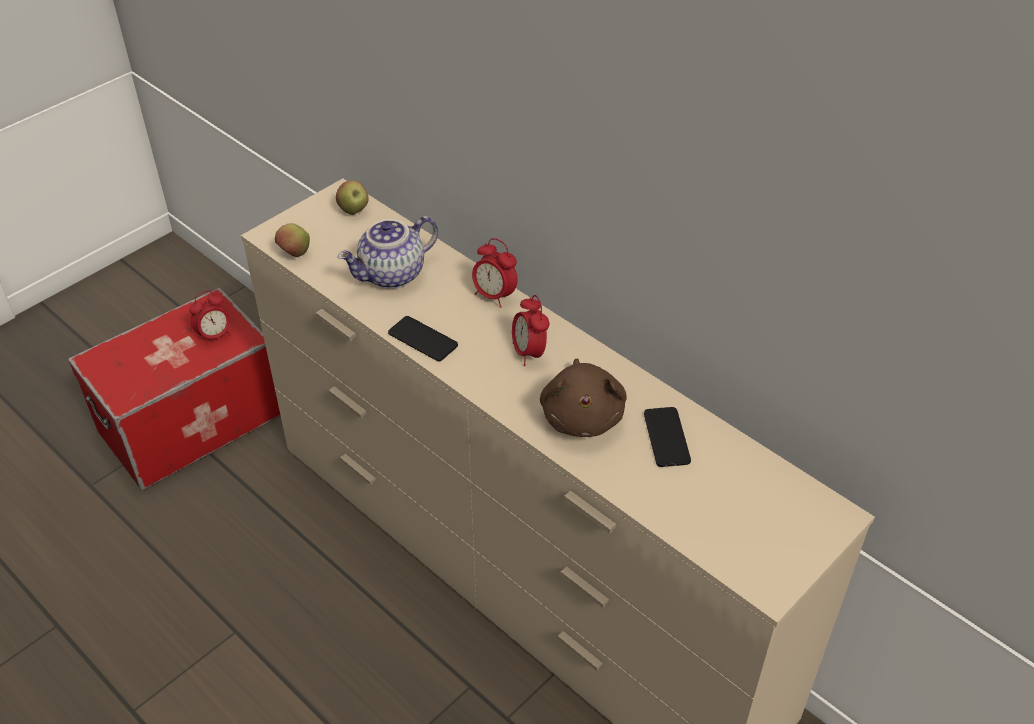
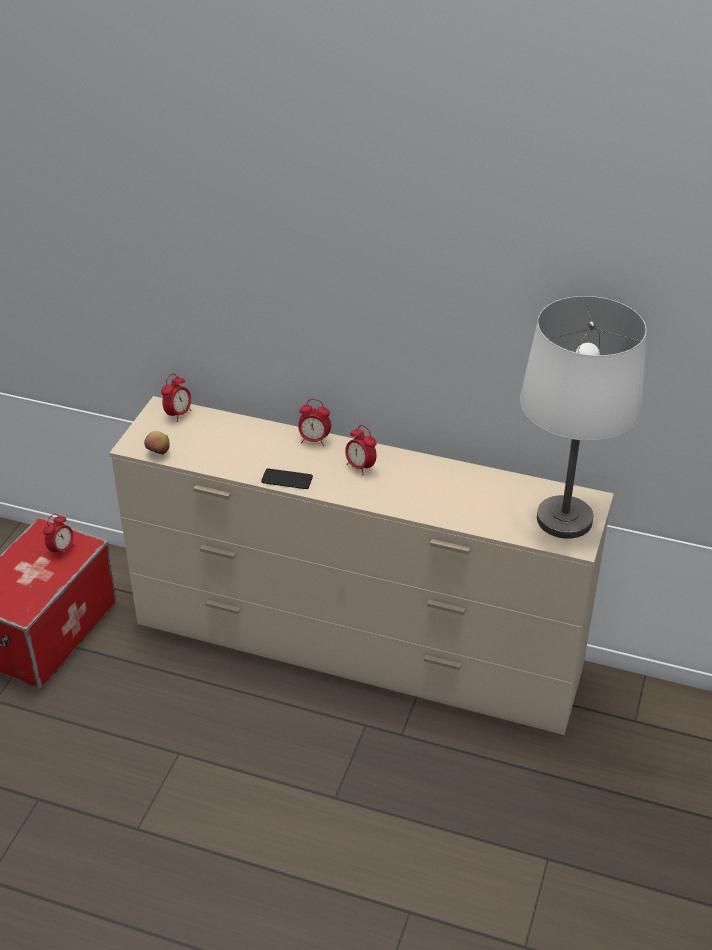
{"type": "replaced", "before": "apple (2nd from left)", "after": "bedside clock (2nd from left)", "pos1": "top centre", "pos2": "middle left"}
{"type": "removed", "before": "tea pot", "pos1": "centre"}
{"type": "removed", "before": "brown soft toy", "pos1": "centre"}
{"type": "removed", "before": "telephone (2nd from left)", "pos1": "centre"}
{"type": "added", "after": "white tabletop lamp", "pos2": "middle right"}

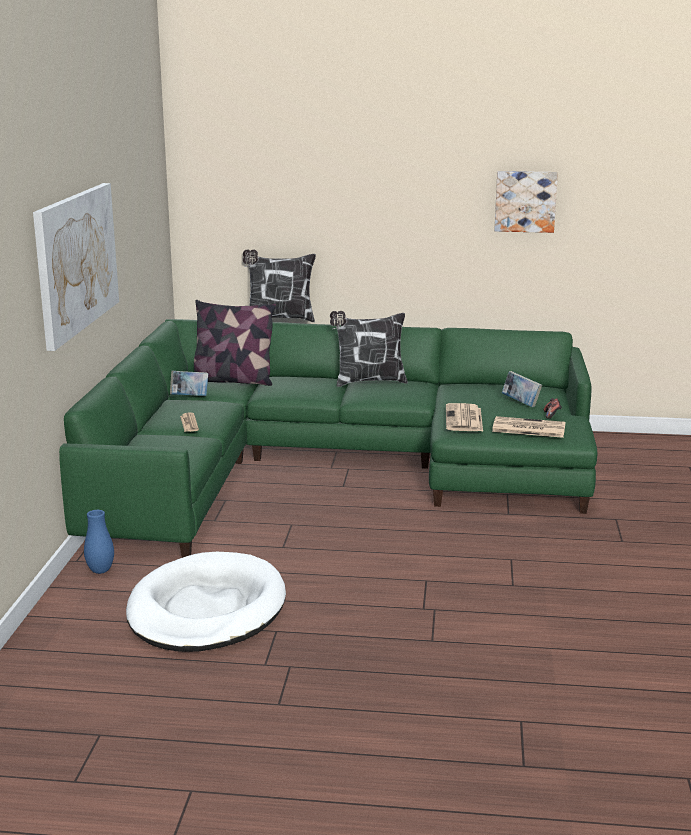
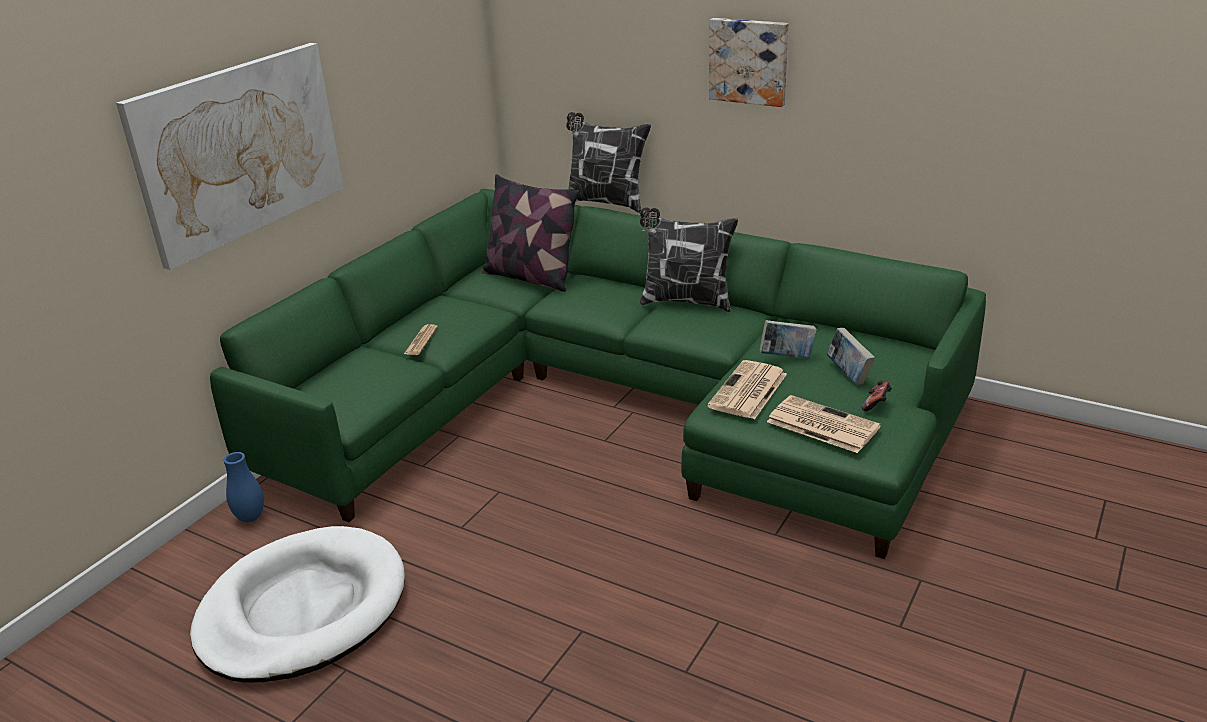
{"type": "moved", "before": "picture (2nd from left)", "pos1": "top right", "pos2": "top centre"}
{"type": "moved", "before": "book (1st from left)", "pos1": "middle left", "pos2": "centre"}

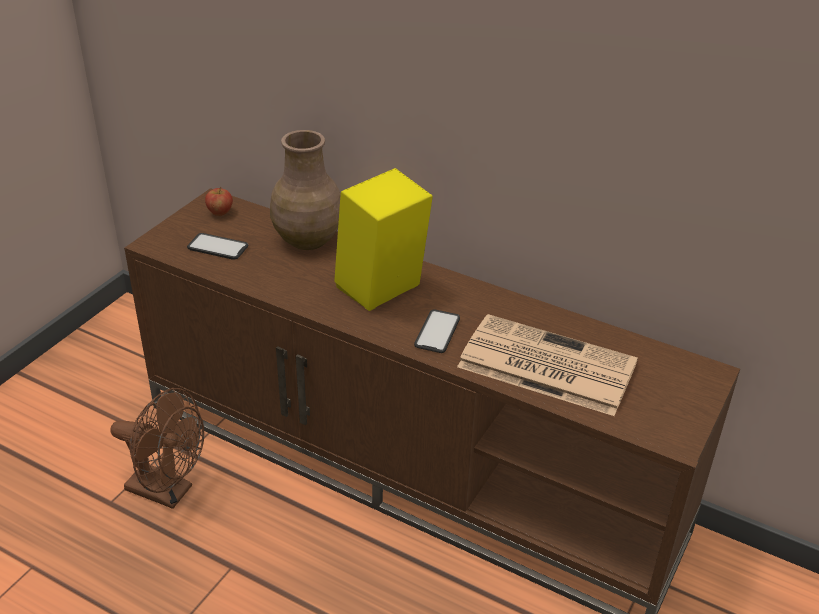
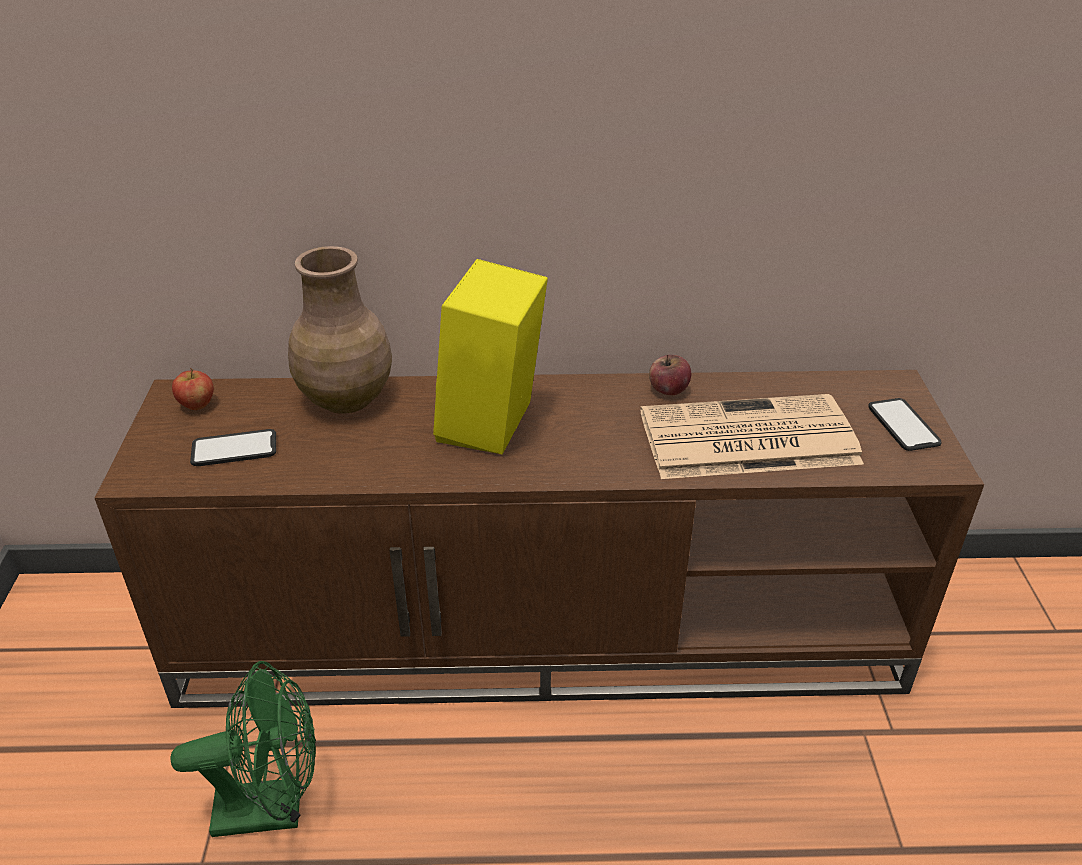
{"type": "moved", "before": "telephone (2nd from left)", "pos1": "centre", "pos2": "middle right"}
{"type": "recoloured", "before": "brown fan", "after": "green fan", "pos1": "bottom left", "pos2": "bottom left"}
{"type": "added", "after": "apple (2nd from left)", "pos2": "centre"}

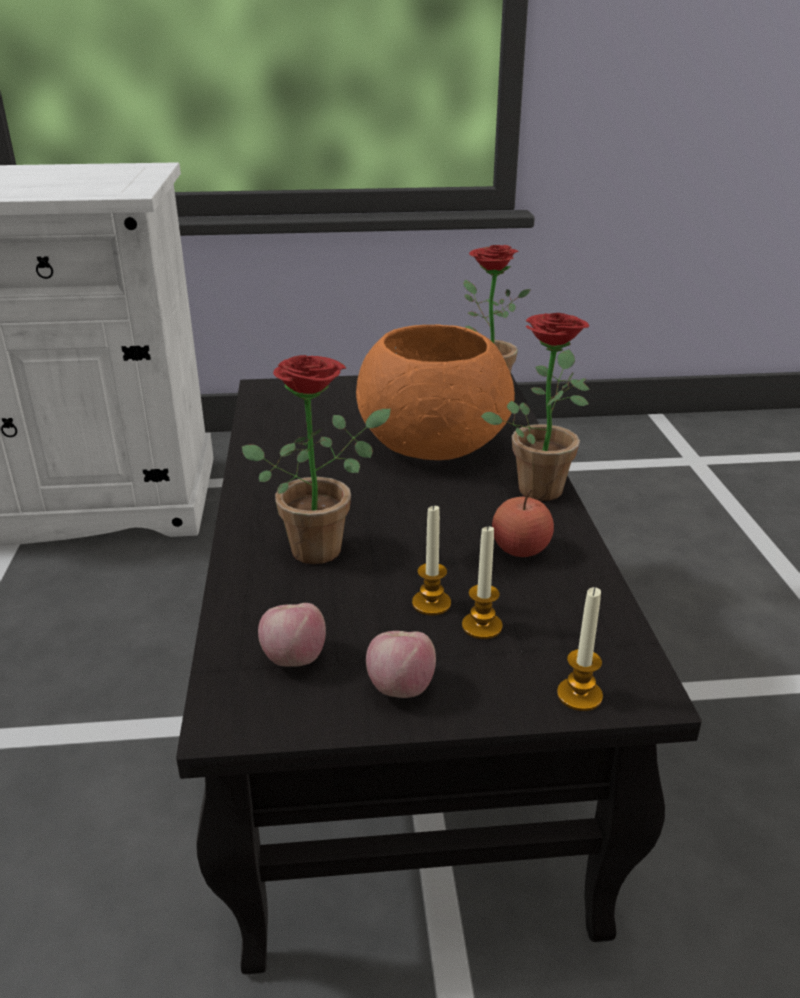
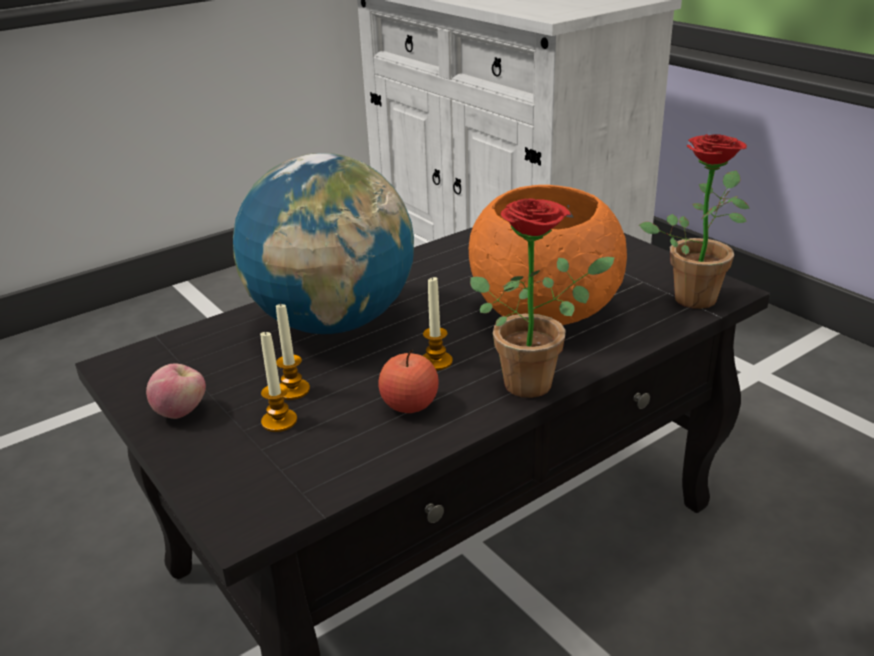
{"type": "replaced", "before": "plant in a pot (1st from left)", "after": "desk globe", "pos1": "centre", "pos2": "centre"}
{"type": "moved", "before": "wax light (3rd from left)", "pos1": "middle right", "pos2": "centre"}
{"type": "removed", "before": "apple (1st from left)", "pos1": "centre"}

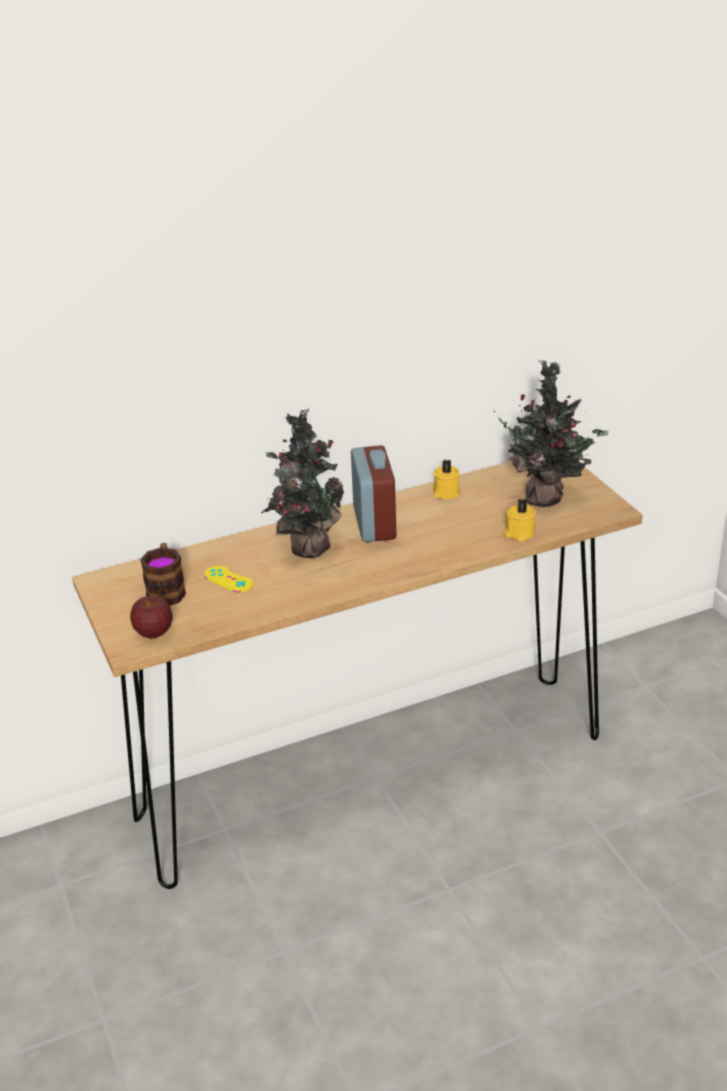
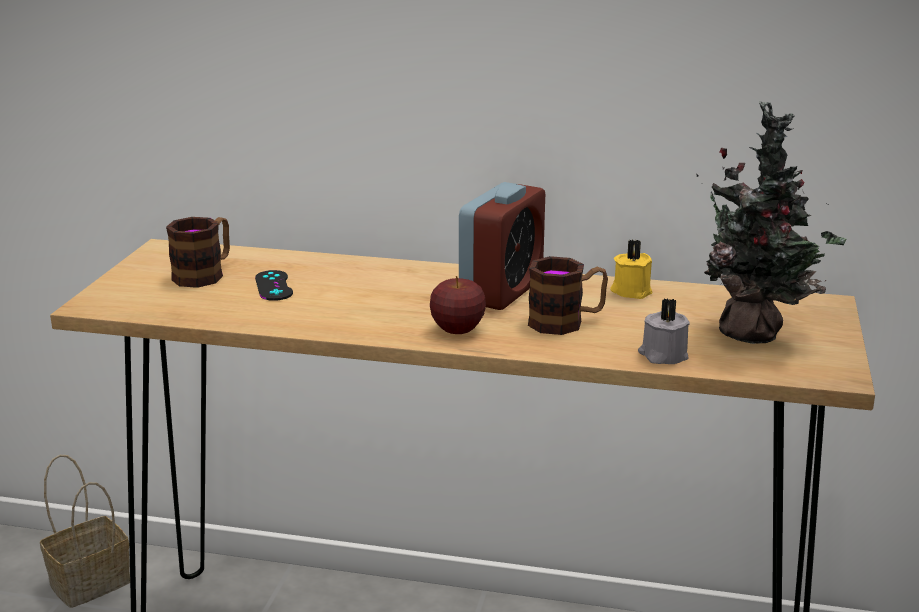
{"type": "removed", "before": "plant in a pot (1st from left)", "pos1": "centre"}
{"type": "recoloured", "before": "yellow wax light (2nd from left)", "after": "greyish wax light", "pos1": "middle right", "pos2": "middle right"}
{"type": "recoloured", "before": "yellow gamepad", "after": "black gamepad", "pos1": "middle left", "pos2": "middle left"}
{"type": "moved", "before": "apple", "pos1": "middle left", "pos2": "centre"}
{"type": "added", "after": "tea mug (2nd from left)", "pos2": "centre"}
{"type": "added", "after": "basket", "pos2": "bottom left"}

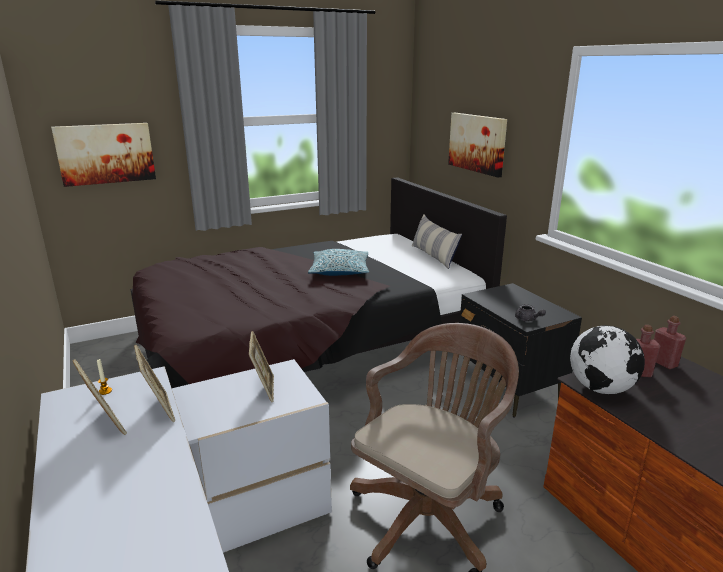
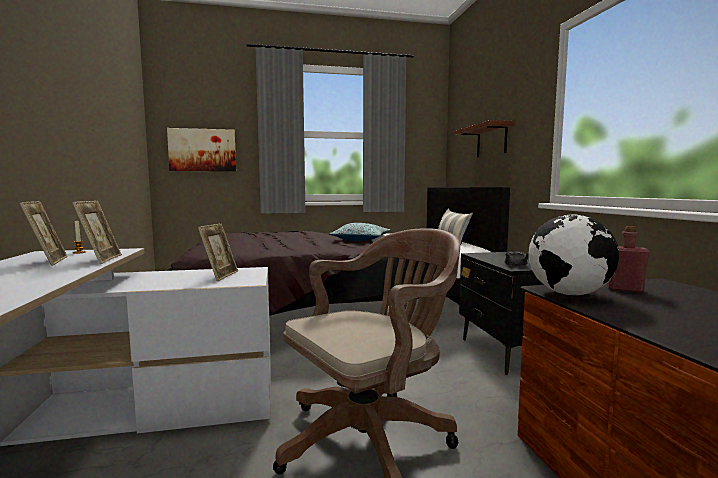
{"type": "replaced", "before": "picture (2nd from left)", "after": "brown bracket shelf", "pos1": "top centre", "pos2": "top right"}
{"type": "removed", "before": "reddish drink bottle (2nd from left)", "pos1": "middle right"}

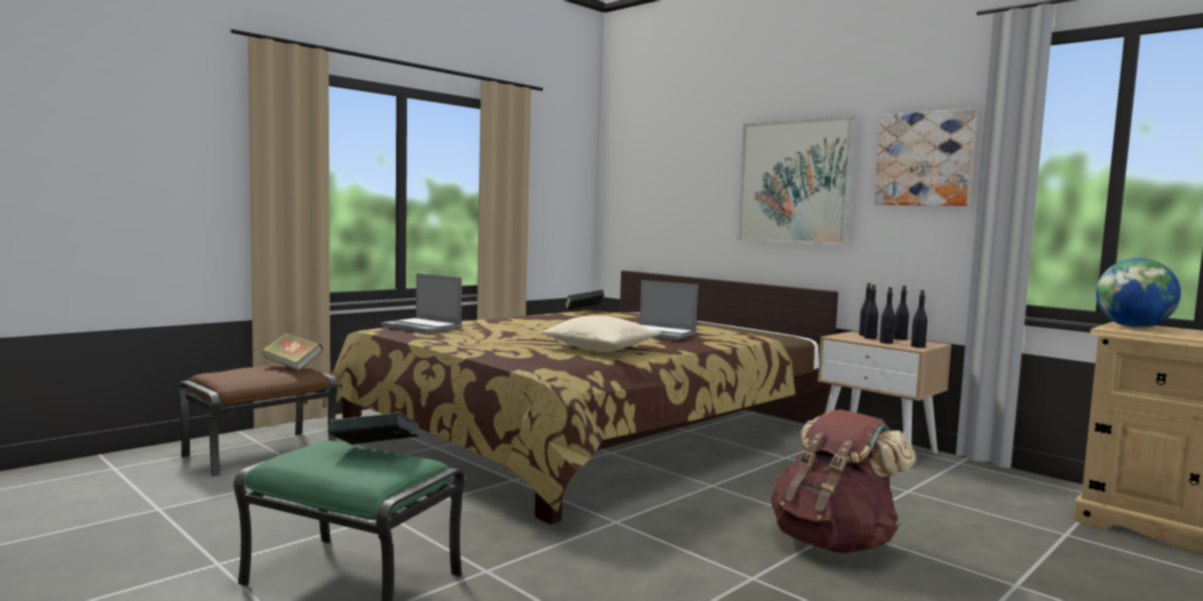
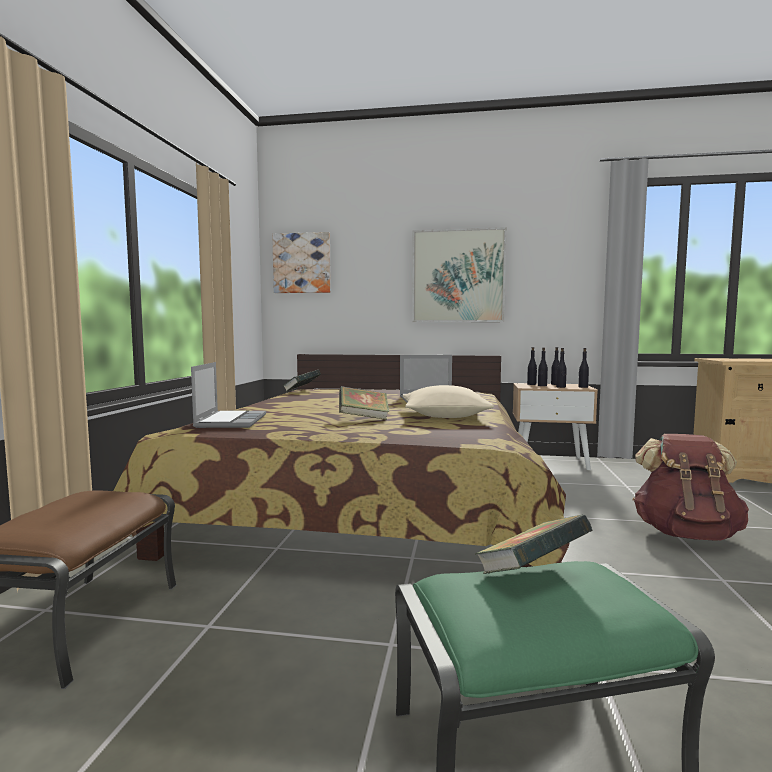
{"type": "moved", "before": "picture (2nd from left in the first image)", "after": "picture (1st from left)", "pos1": "top right", "pos2": "centre"}
{"type": "removed", "before": "desk globe", "pos1": "middle right"}
{"type": "turned", "before": "notebook computer (1st from left)", "pos1": "centre", "pos2": "middle left", "turn": -90}
{"type": "moved", "before": "book (1st from left in the first image)", "after": "book (2nd from left)", "pos1": "middle left", "pos2": "centre"}

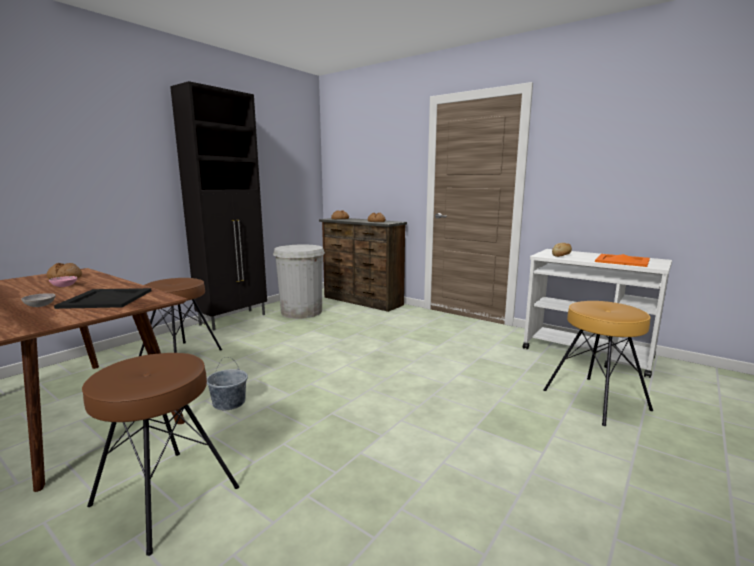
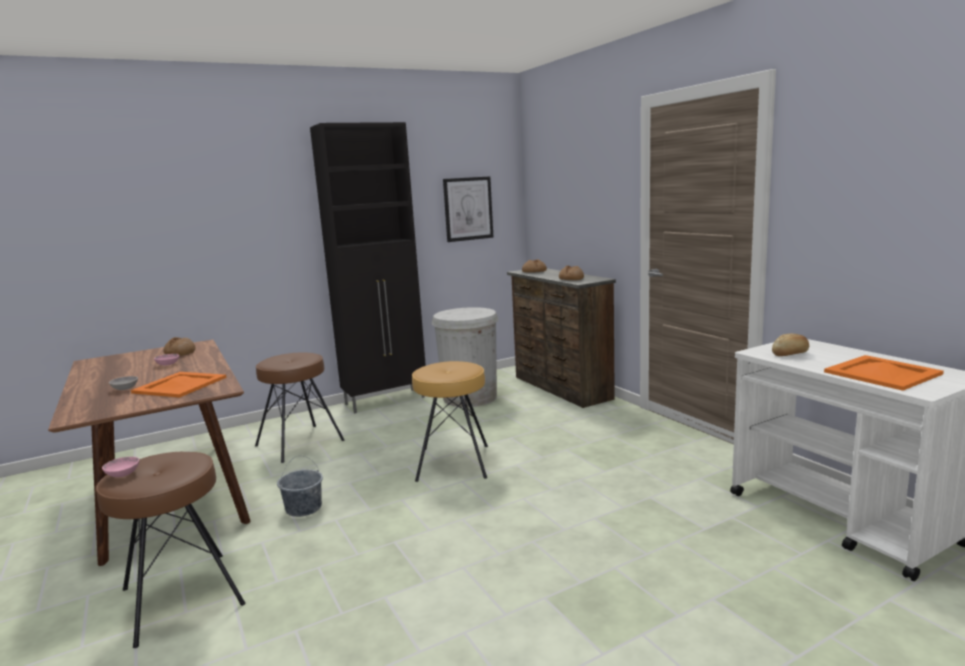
{"type": "recoloured", "before": "black serving tray", "after": "orangey serving tray (1st from left)", "pos1": "middle left", "pos2": "middle left"}
{"type": "moved", "before": "brown stool seat (3rd from left)", "pos1": "middle right", "pos2": "centre"}
{"type": "added", "after": "picture", "pos2": "top centre"}
{"type": "added", "after": "pinkish bowl (1st from left)", "pos2": "bottom left"}

